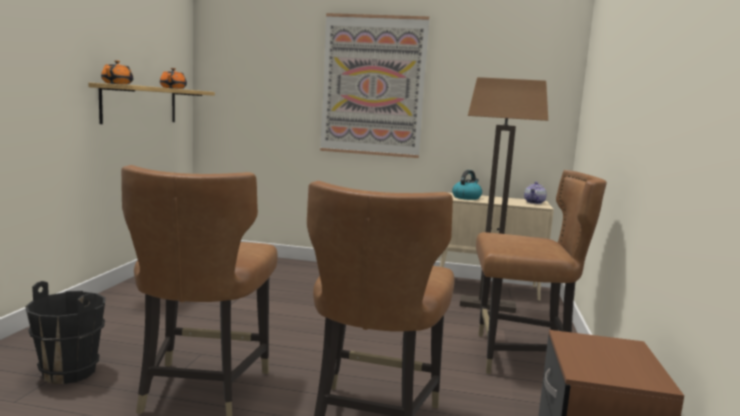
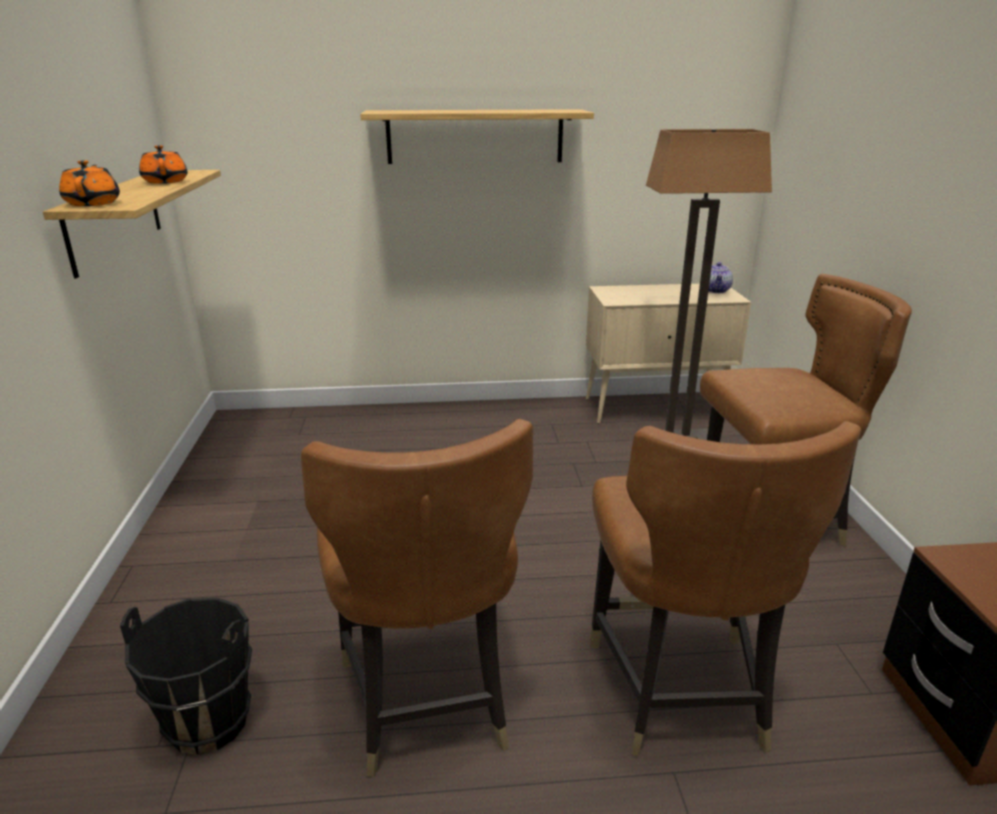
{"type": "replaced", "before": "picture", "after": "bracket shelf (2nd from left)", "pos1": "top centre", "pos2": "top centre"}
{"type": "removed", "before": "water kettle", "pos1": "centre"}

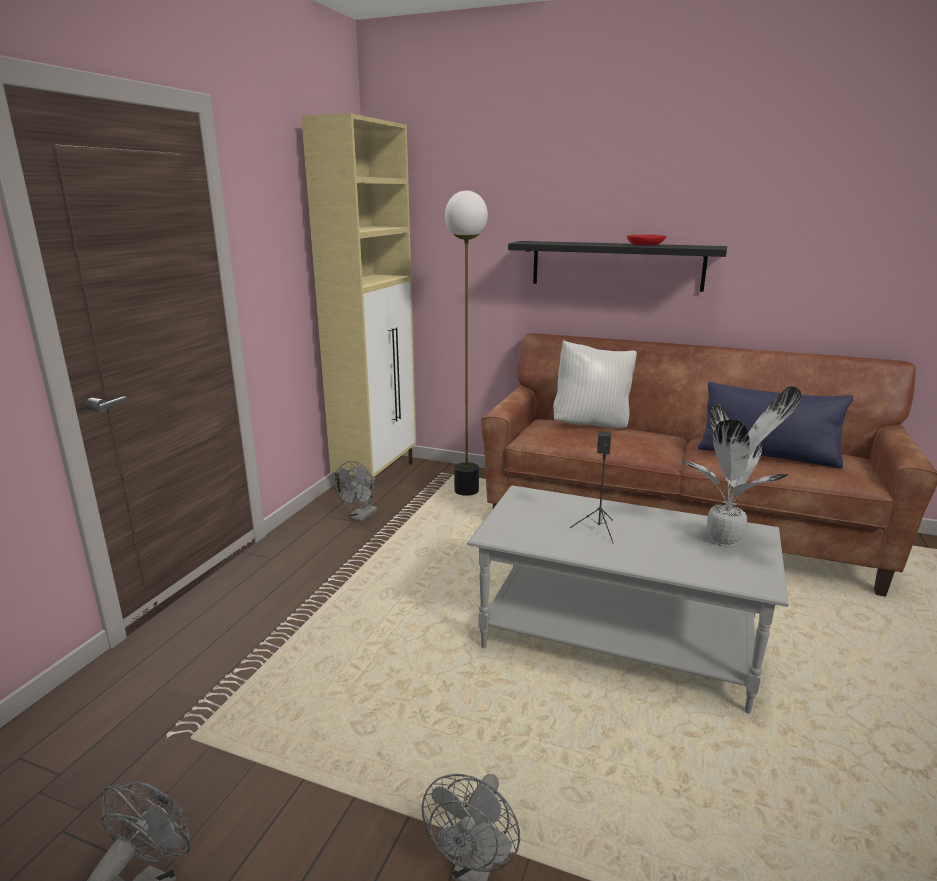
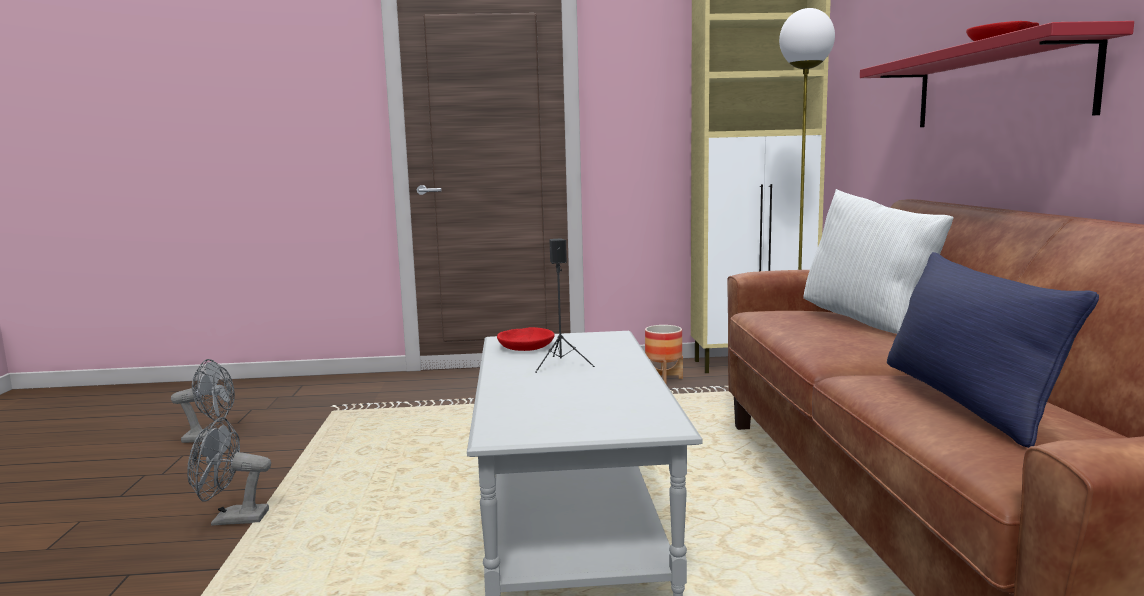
{"type": "recoloured", "before": "black bracket shelf", "after": "reddish bracket shelf", "pos1": "top centre", "pos2": "top right"}
{"type": "removed", "before": "plant in a pot", "pos1": "middle right"}
{"type": "replaced", "before": "greyish fan (2nd from left)", "after": "planter", "pos1": "centre", "pos2": "centre"}
{"type": "added", "after": "reddish bowl (1st from left)", "pos2": "centre"}

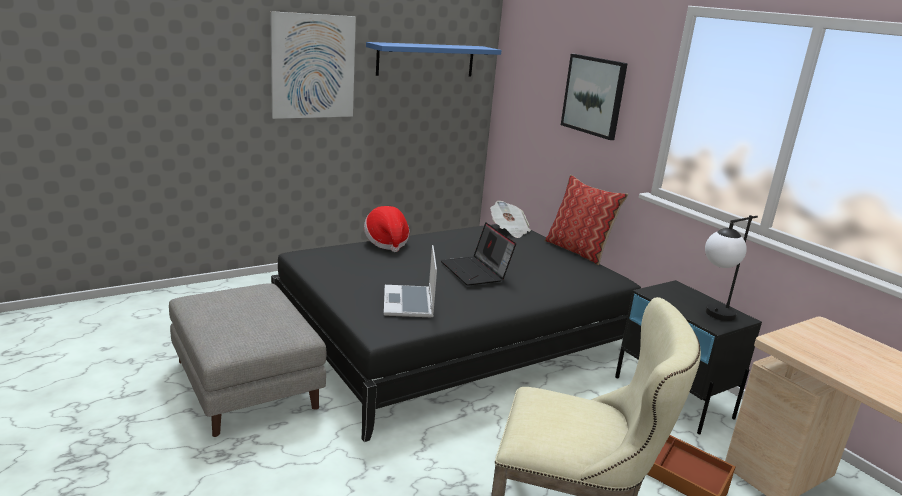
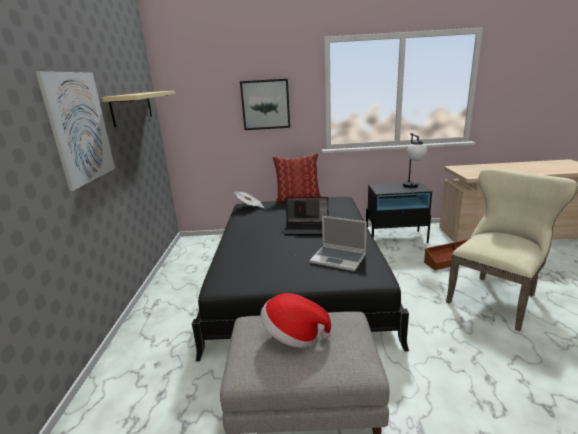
{"type": "recoloured", "before": "blue-coloured bracket shelf", "after": "sand-coloured bracket shelf", "pos1": "top centre", "pos2": "top left"}
{"type": "moved", "before": "hat", "pos1": "centre", "pos2": "bottom centre"}

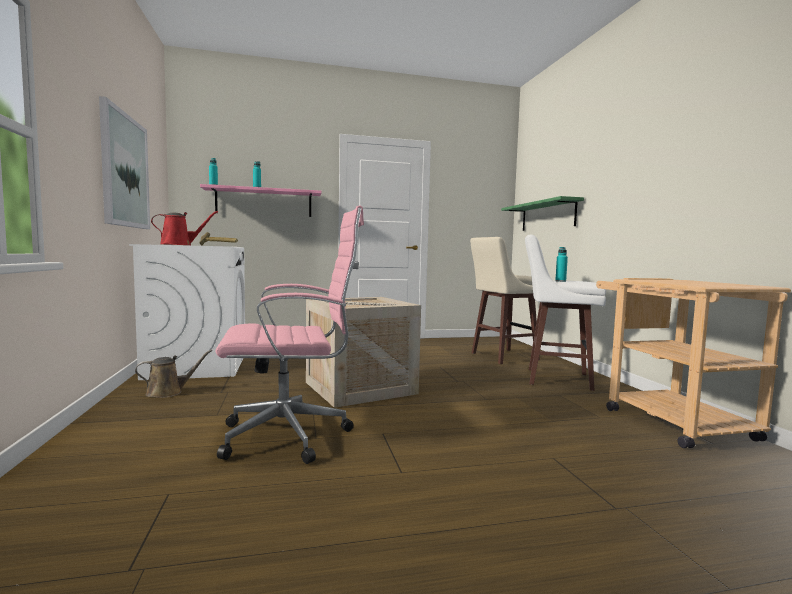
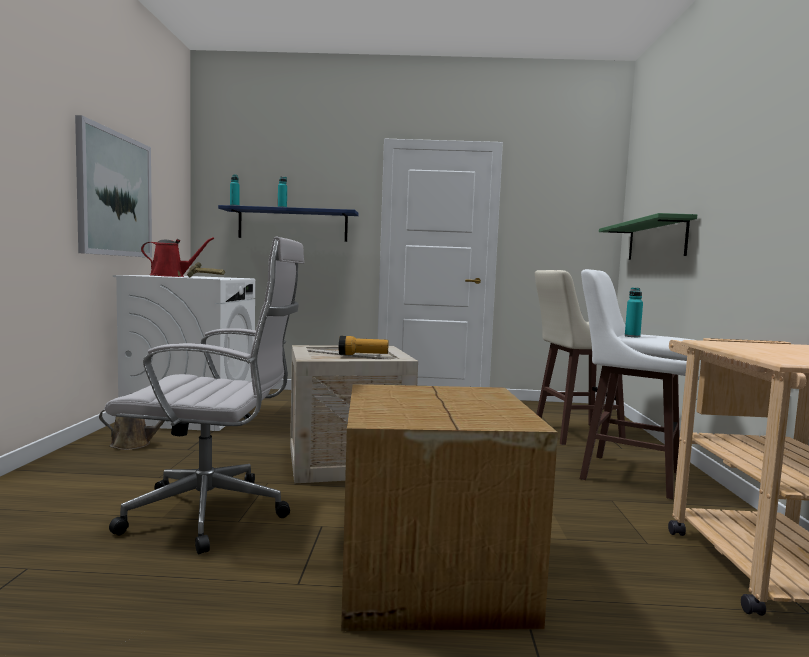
{"type": "recoloured", "before": "pinkish bracket shelf", "after": "blue-coloured bracket shelf", "pos1": "middle left", "pos2": "centre"}
{"type": "recoloured", "before": "pinkish office chair", "after": "white office chair", "pos1": "centre", "pos2": "middle left"}
{"type": "added", "after": "torch", "pos2": "centre"}
{"type": "added", "after": "carton", "pos2": "bottom centre"}

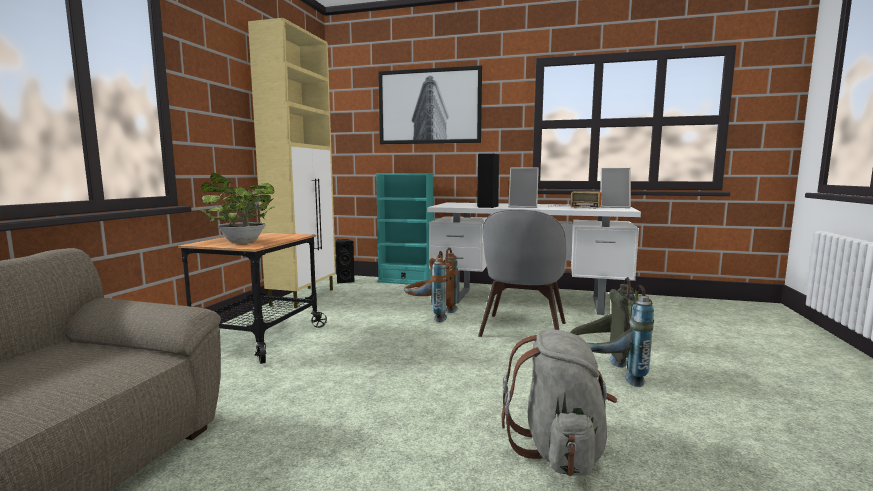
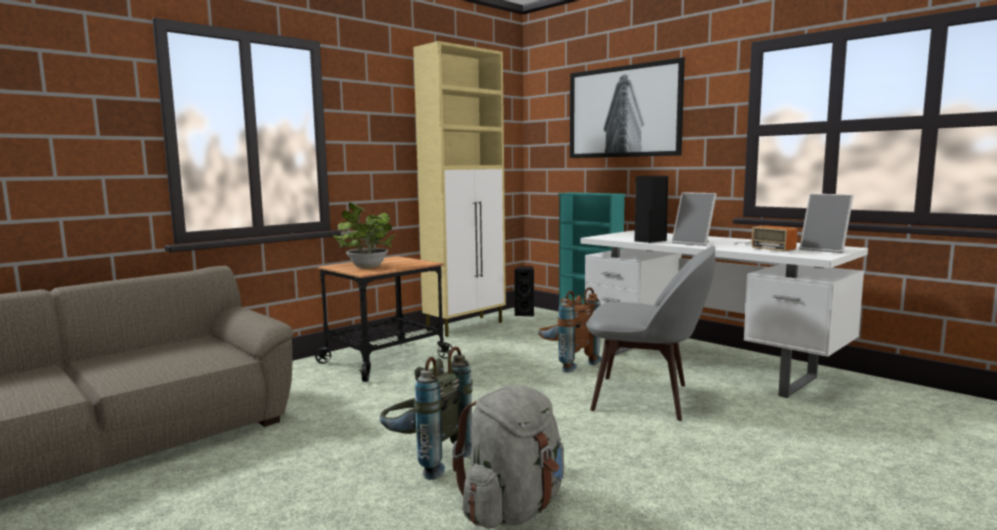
{"type": "turned", "before": "greyish chair", "pos1": "centre", "pos2": "centre", "turn": -120}
{"type": "moved", "before": "greyish knapsack (2nd from left in the first image)", "after": "greyish knapsack (1st from left)", "pos1": "bottom right", "pos2": "bottom centre"}

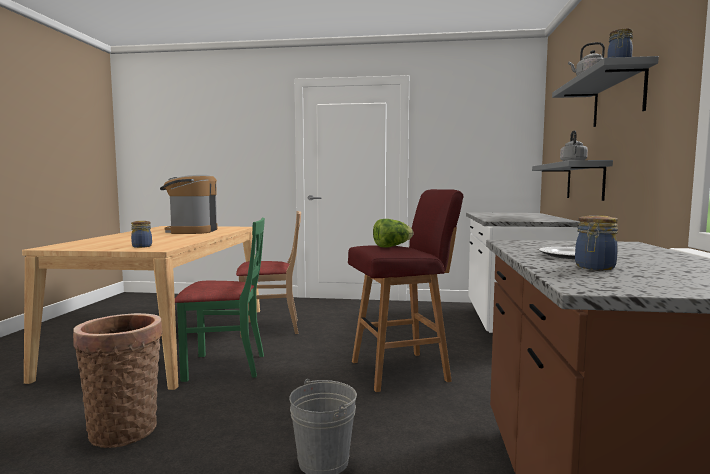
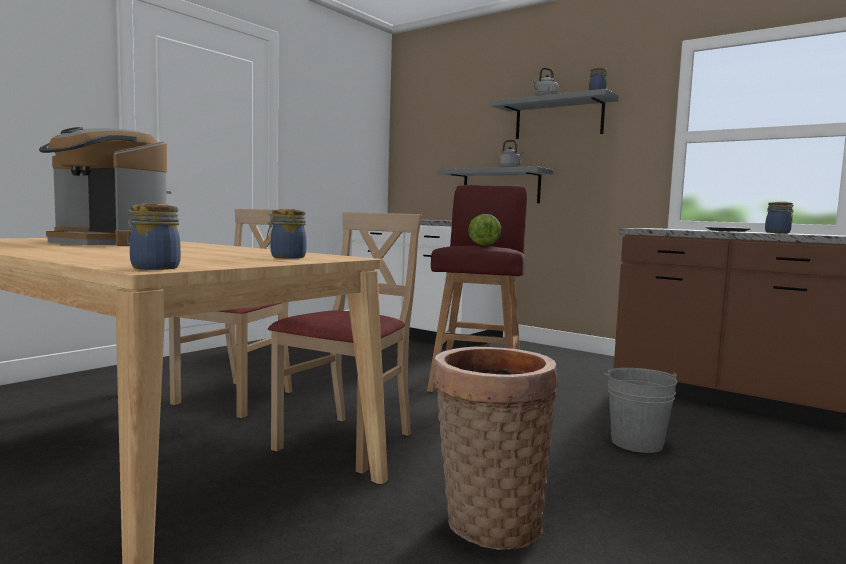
{"type": "recoloured", "before": "green chair", "after": "sand-coloured chair (2nd from left)", "pos1": "middle left", "pos2": "centre"}
{"type": "added", "after": "preserve jar (1st from left)", "pos2": "middle left"}

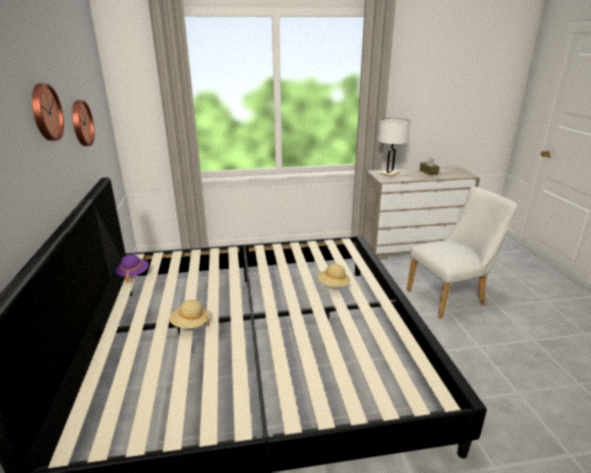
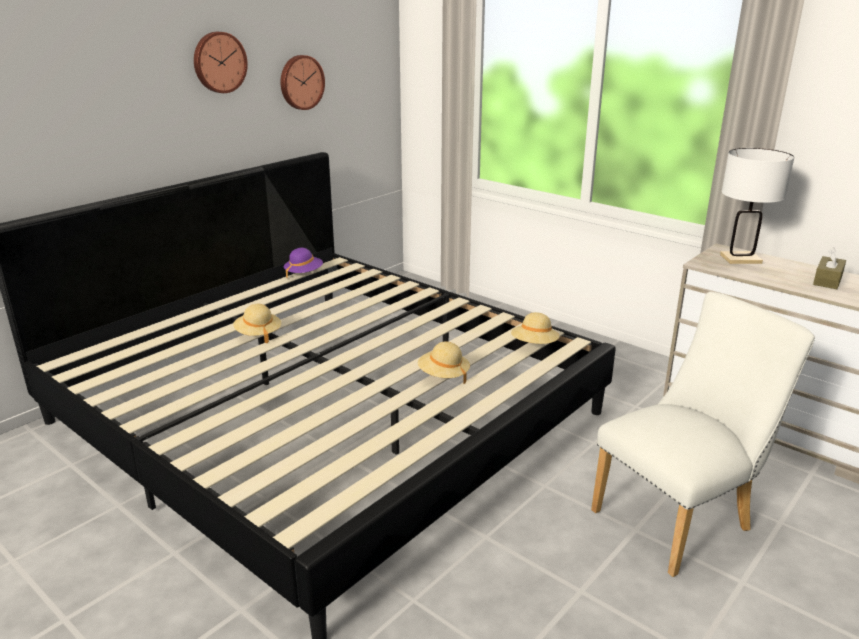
{"type": "turned", "before": "white chair", "pos1": "middle right", "pos2": "bottom right", "turn": -60}
{"type": "added", "after": "sand-coloured hat (3rd from left)", "pos2": "centre"}

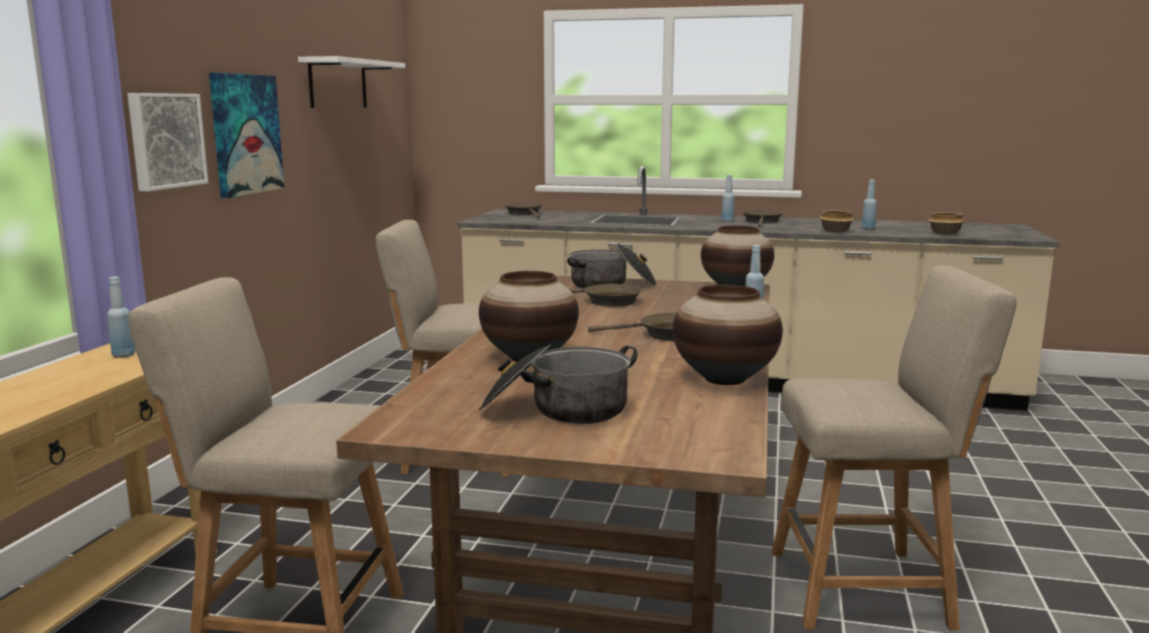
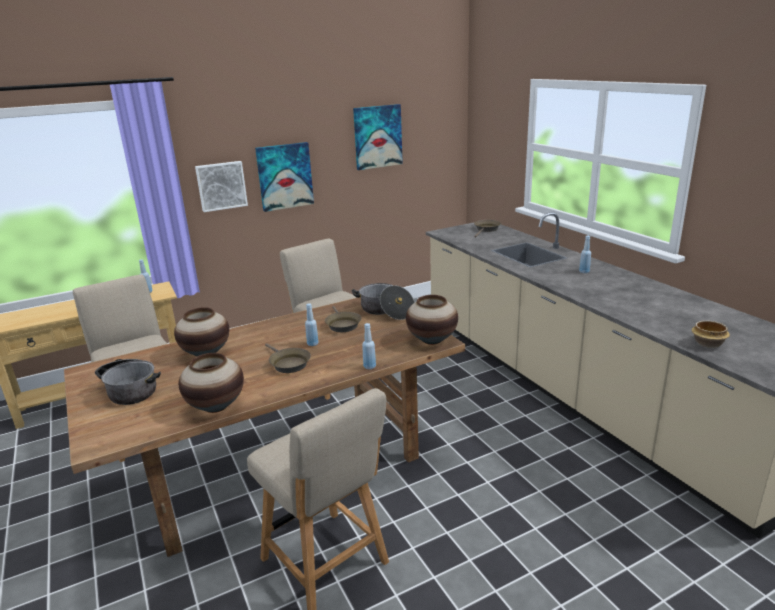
{"type": "replaced", "before": "white bracket shelf", "after": "picture (3rd from left)", "pos1": "top left", "pos2": "top centre"}
{"type": "moved", "before": "blue-coloured drink bottle (4th from left in the first image)", "after": "blue-coloured drink bottle (2nd from left)", "pos1": "top right", "pos2": "centre"}
{"type": "removed", "before": "brown pan (4th from left)", "pos1": "centre"}
{"type": "removed", "before": "bowl (1st from left)", "pos1": "middle right"}

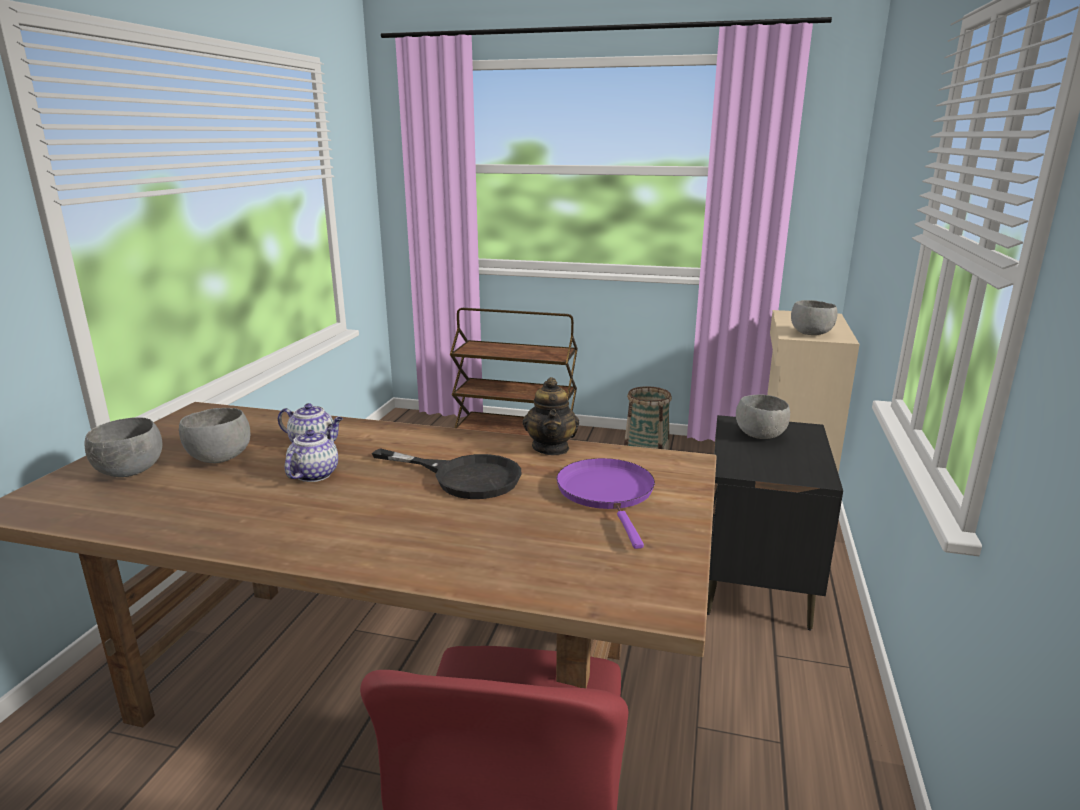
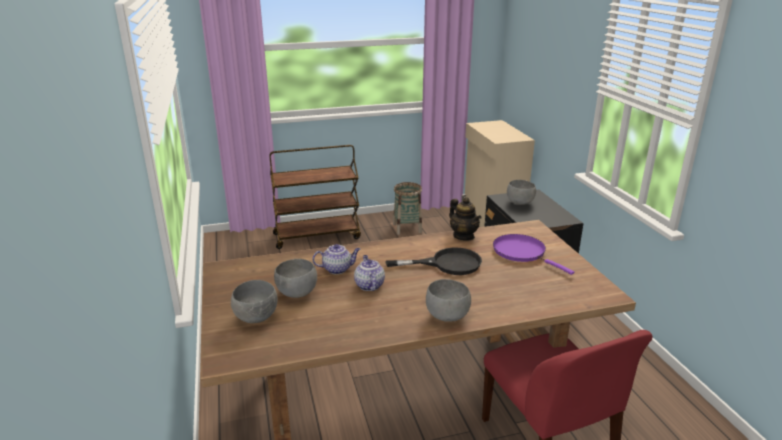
{"type": "moved", "before": "greyish bowl (4th from left in the first image)", "after": "greyish bowl (3rd from left)", "pos1": "middle right", "pos2": "bottom centre"}

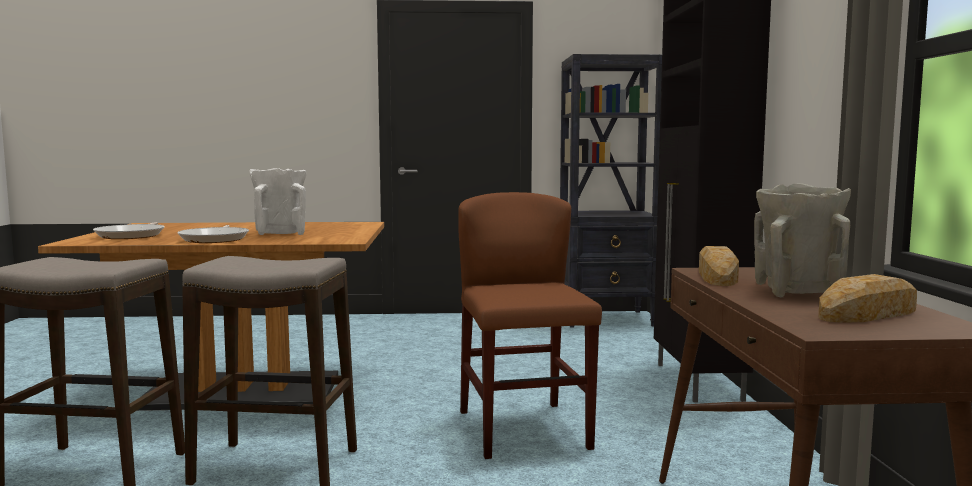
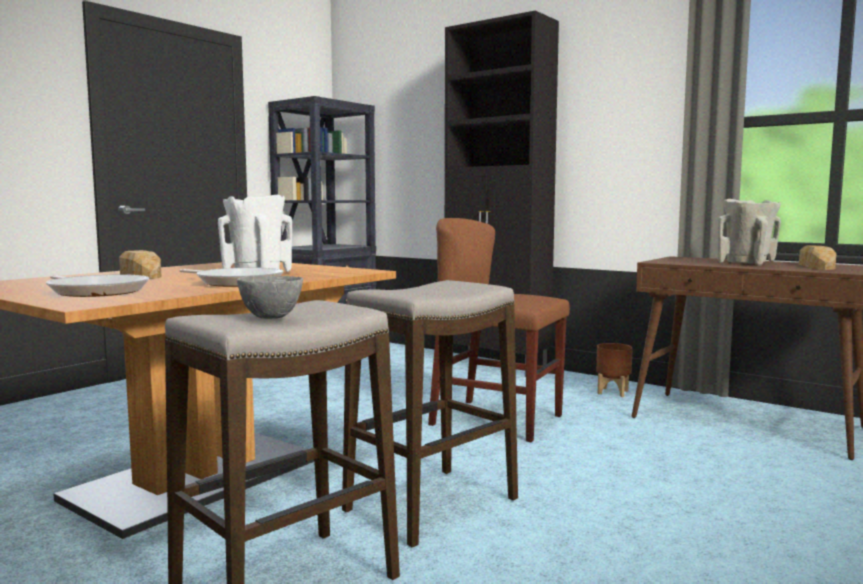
{"type": "moved", "before": "bread (1st from left)", "pos1": "middle right", "pos2": "middle left"}
{"type": "added", "after": "greyish bowl", "pos2": "middle left"}
{"type": "added", "after": "brown planter", "pos2": "middle right"}

